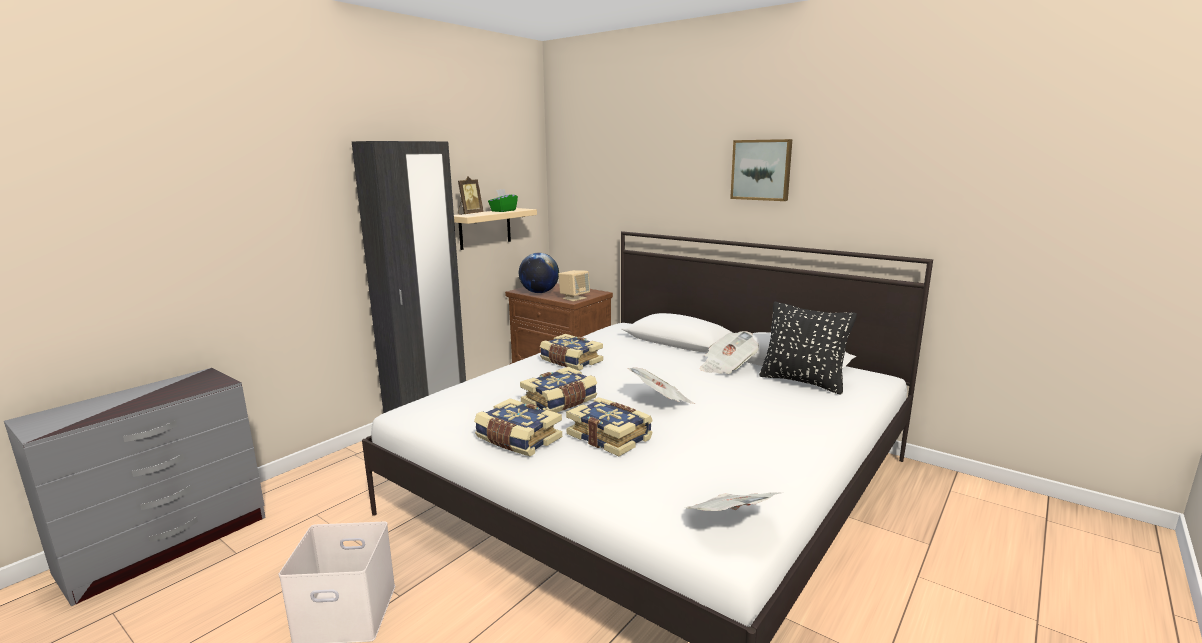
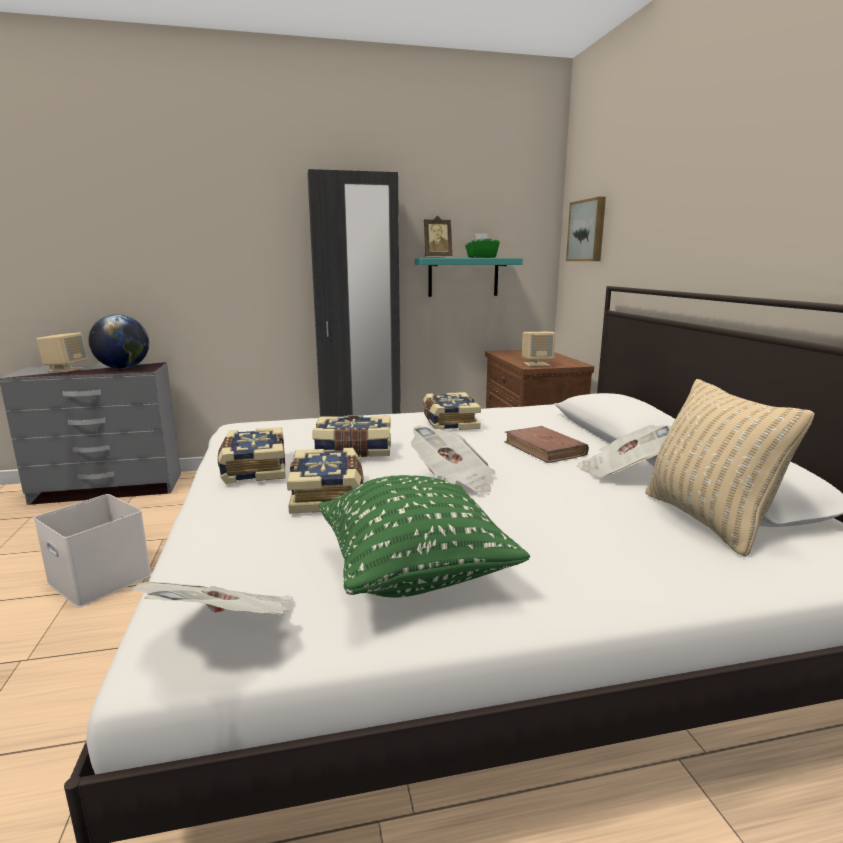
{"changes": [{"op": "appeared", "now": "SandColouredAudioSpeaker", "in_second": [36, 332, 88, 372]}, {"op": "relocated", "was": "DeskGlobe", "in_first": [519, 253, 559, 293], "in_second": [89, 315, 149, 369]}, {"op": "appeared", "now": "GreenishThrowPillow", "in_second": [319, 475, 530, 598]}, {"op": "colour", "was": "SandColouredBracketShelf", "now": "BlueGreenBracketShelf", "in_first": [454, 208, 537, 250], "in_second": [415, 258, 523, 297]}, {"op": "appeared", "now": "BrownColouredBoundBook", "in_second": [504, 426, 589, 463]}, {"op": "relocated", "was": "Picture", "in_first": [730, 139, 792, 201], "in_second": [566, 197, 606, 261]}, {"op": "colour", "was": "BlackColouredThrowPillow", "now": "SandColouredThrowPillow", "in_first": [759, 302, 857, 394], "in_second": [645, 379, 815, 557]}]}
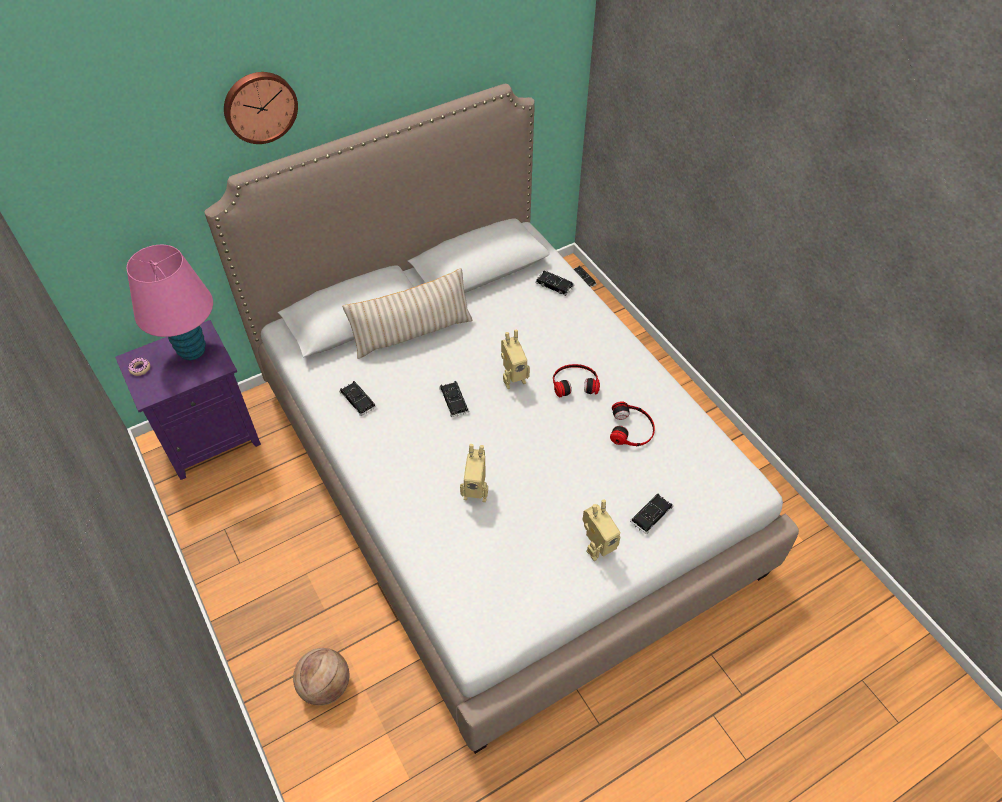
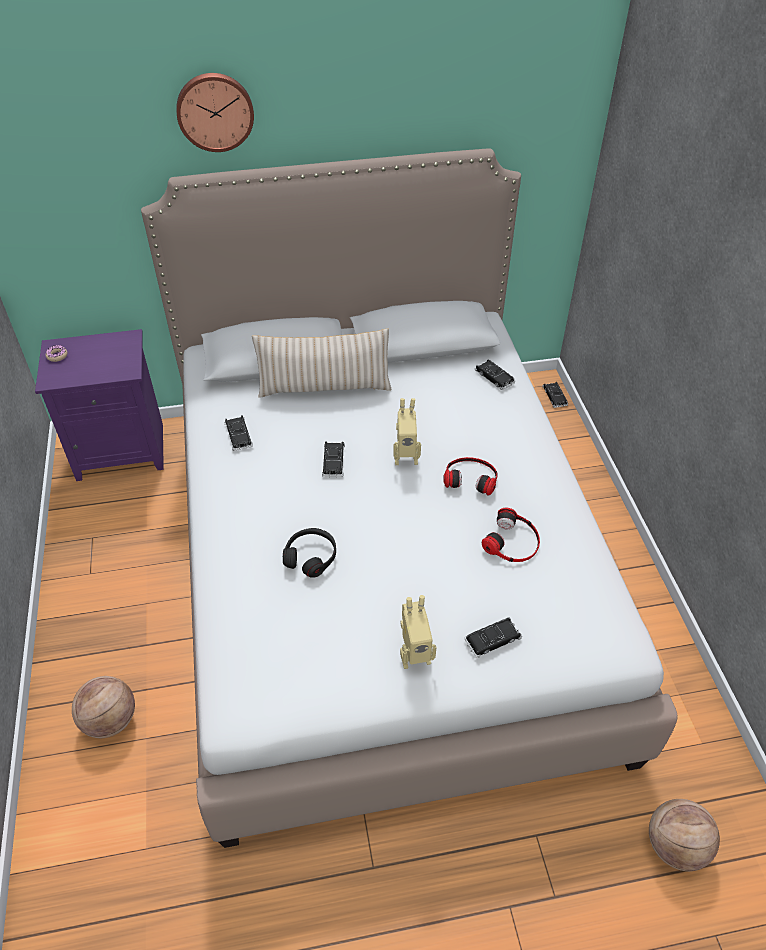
{"changes": [{"op": "exchanged", "was": "ModelRobot", "now": "BlackColouredHeadset", "in_first": [460, 444, 488, 502], "in_second": [283, 528, 336, 578]}, {"op": "appeared", "now": "Basketball", "in_second": [649, 799, 720, 871]}, {"op": "missing", "was": "PinkTabletopLamp", "in_first": [126, 245, 213, 360]}]}
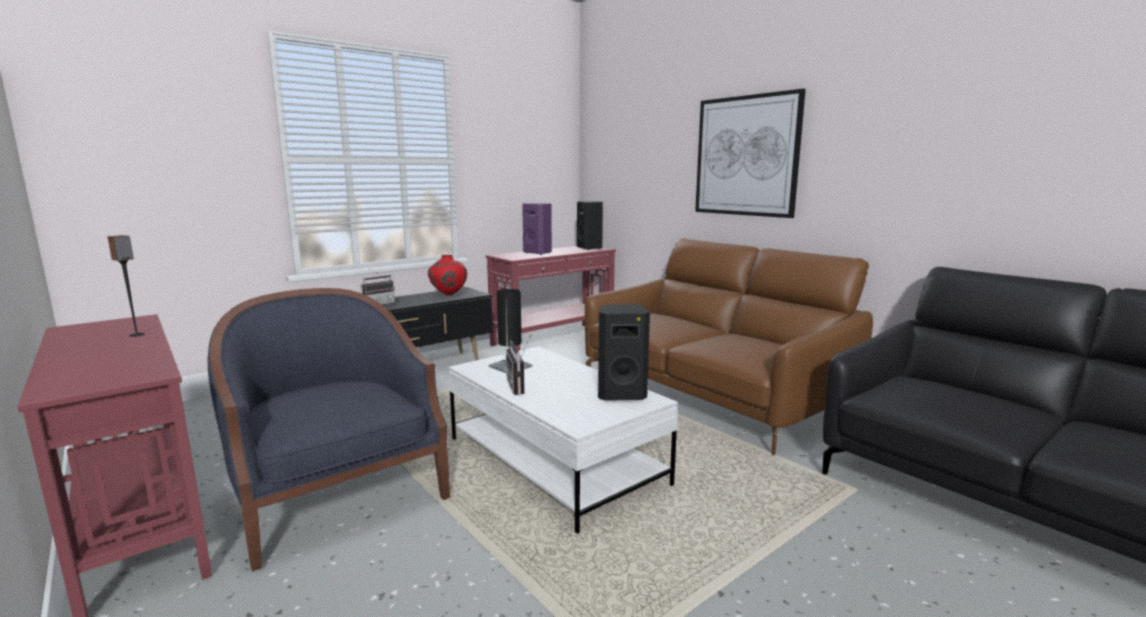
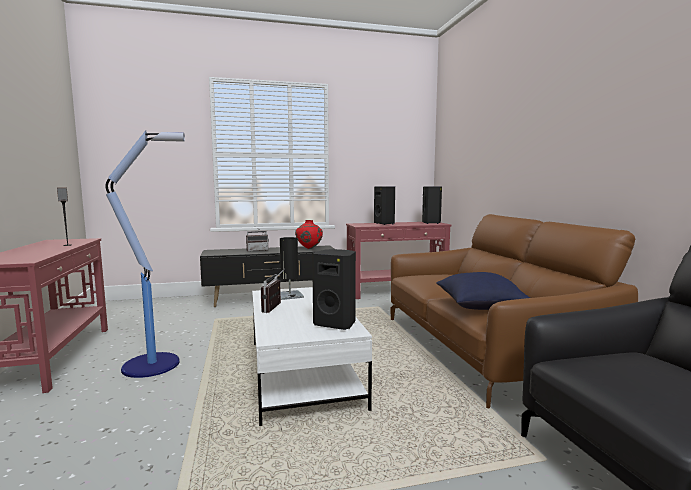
{"changes": [{"op": "exchanged", "was": "BlueEasyChair", "now": "StandingLamp", "in_first": [208, 288, 450, 571], "in_second": [105, 130, 185, 378]}, {"op": "colour", "was": "PurplishAudioSpeaker", "now": "BlackColouredAudioSpeaker", "in_first": [522, 203, 552, 255], "in_second": [374, 187, 395, 225]}, {"op": "appeared", "now": "BlueThrowPillow", "in_second": [436, 272, 530, 310]}, {"op": "missing", "was": "Picture", "in_first": [695, 89, 806, 218]}]}
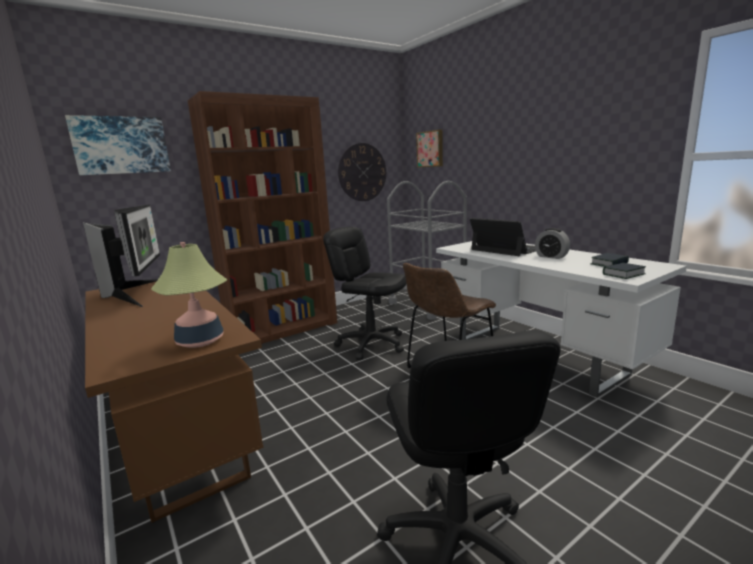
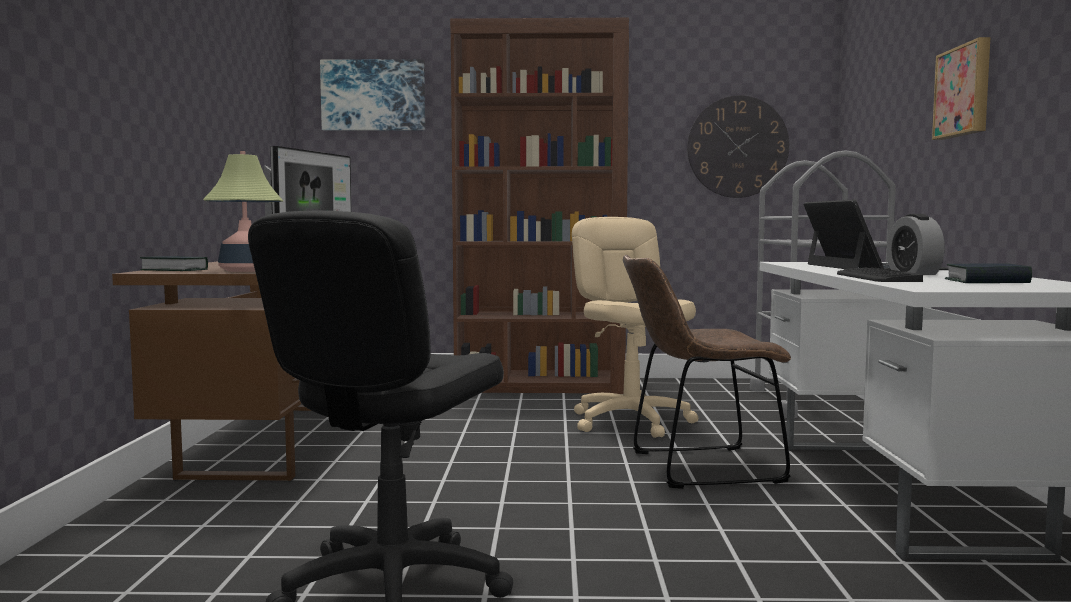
{"changes": [{"op": "relocated", "was": "BoundBook", "in_first": [603, 263, 646, 279], "in_second": [140, 256, 208, 271]}, {"op": "colour", "was": "BlackColouredOfficeChair", "now": "SandColouredOfficeChair", "in_first": [323, 227, 406, 360], "in_second": [572, 217, 698, 438]}, {"op": "appeared", "now": "ComputerKeyboard", "in_second": [837, 267, 923, 282]}, {"op": "relocated", "was": "Picture", "in_first": [416, 130, 443, 167], "in_second": [932, 37, 990, 140]}]}
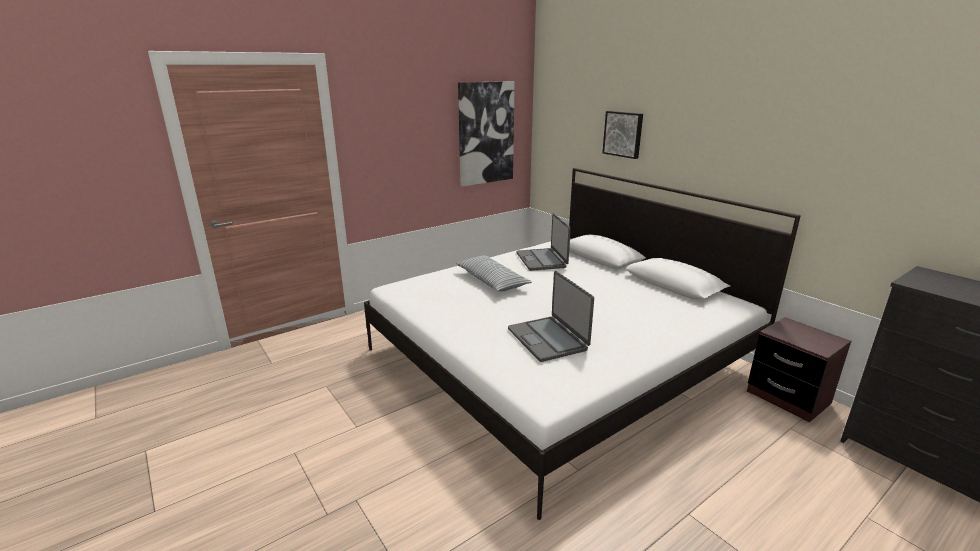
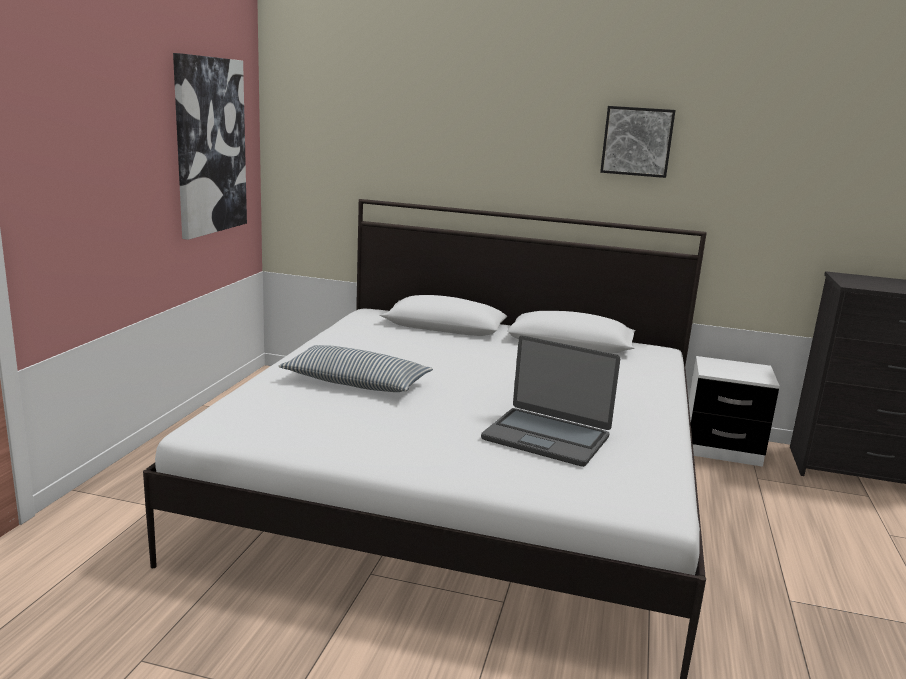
{"changes": [{"op": "relocated", "was": "Picture", "in_first": [602, 111, 643, 159], "in_second": [600, 106, 675, 178]}, {"op": "colour", "was": "BrownColouredNightTable", "now": "WhiteColouredNightTable", "in_first": [747, 317, 851, 422], "in_second": [689, 356, 780, 467]}, {"op": "missing", "was": "PortableComputer", "in_first": [517, 213, 571, 271]}]}
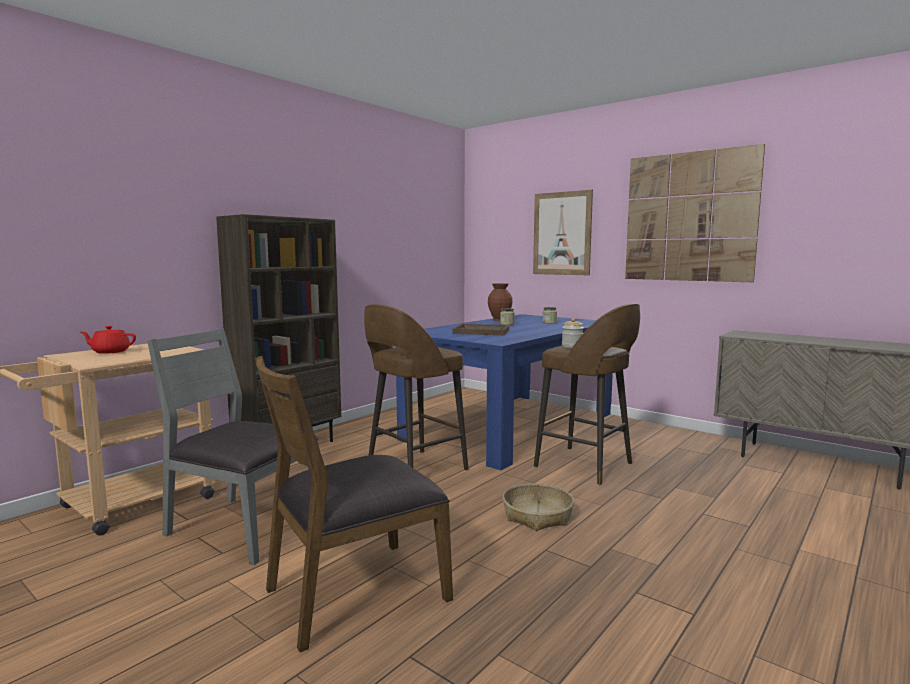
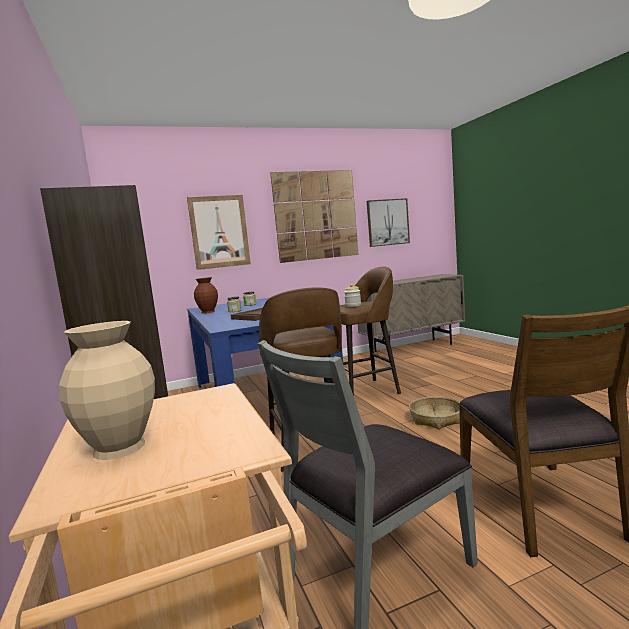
{"changes": [{"op": "exchanged", "was": "RedColouredTeaPot", "now": "SandColouredFlowerVase", "in_first": [81, 326, 136, 354], "in_second": [59, 321, 155, 460]}, {"op": "appeared", "now": "Picture", "in_second": [367, 198, 410, 247]}]}
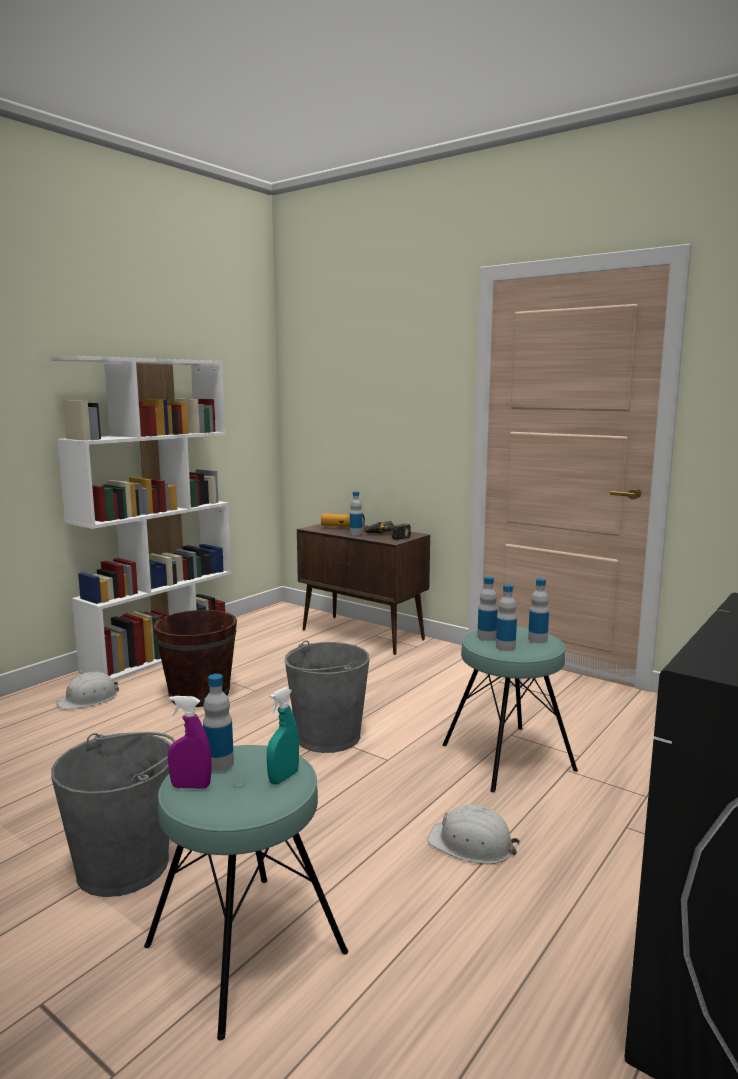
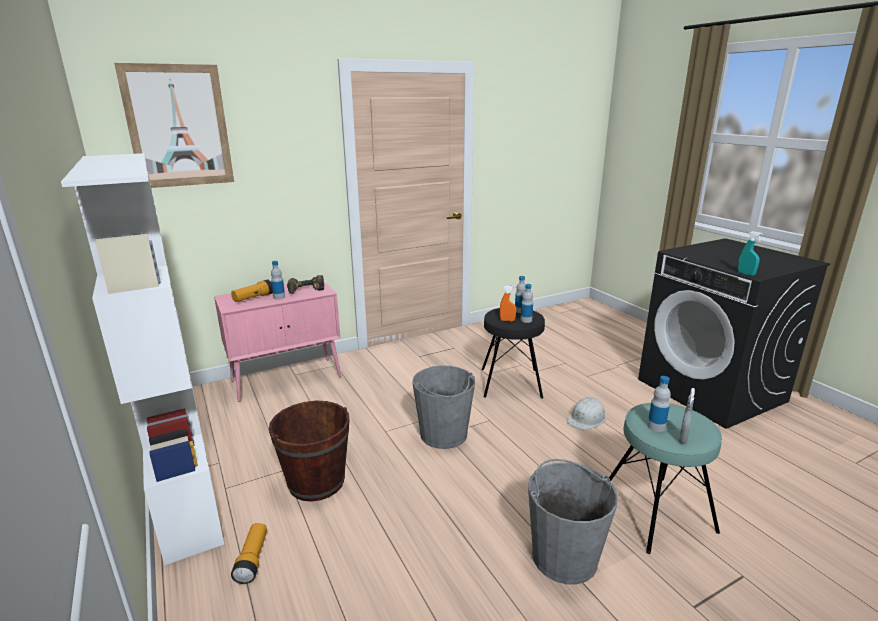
{"changes": [{"op": "appeared", "now": "Picture", "in_second": [114, 63, 234, 188]}, {"op": "colour", "was": "BrownColouredCupboard", "now": "PinkCupboard", "in_first": [297, 524, 430, 655], "in_second": [214, 281, 341, 402]}, {"op": "exchanged", "was": "WhiteColouredWorkHelmet", "now": "Torch", "in_first": [56, 670, 119, 710], "in_second": [231, 523, 267, 584]}, {"op": "colour", "was": "BlueGreenSittingStool", "now": "BlackColouredSittingStool", "in_first": [442, 626, 578, 792], "in_second": [482, 308, 545, 399]}, {"op": "exchanged", "was": "BeverageBottle", "now": "OrangeyHandSprayer", "in_first": [477, 576, 498, 641], "in_second": [500, 285, 516, 322]}, {"op": "colour", "was": "PurplishHandSprayer", "now": "GreyishHandSprayer", "in_first": [168, 696, 211, 789], "in_second": [679, 388, 695, 444]}, {"op": "relocated", "was": "BlueGreenHandSprayer", "in_first": [267, 687, 299, 785], "in_second": [738, 231, 763, 276]}]}
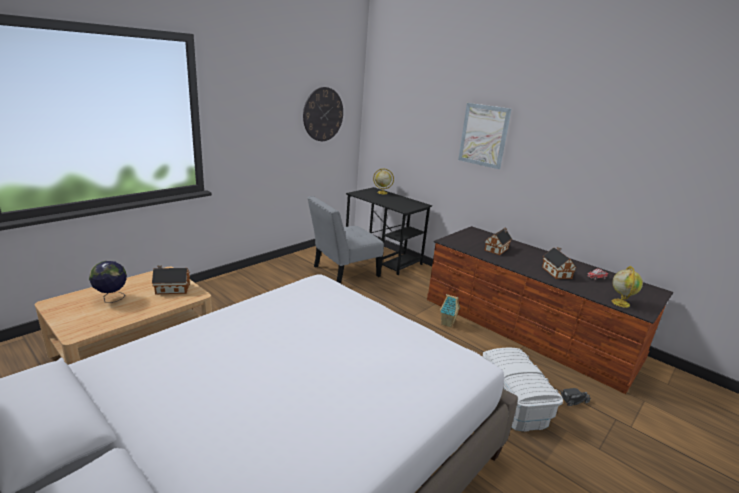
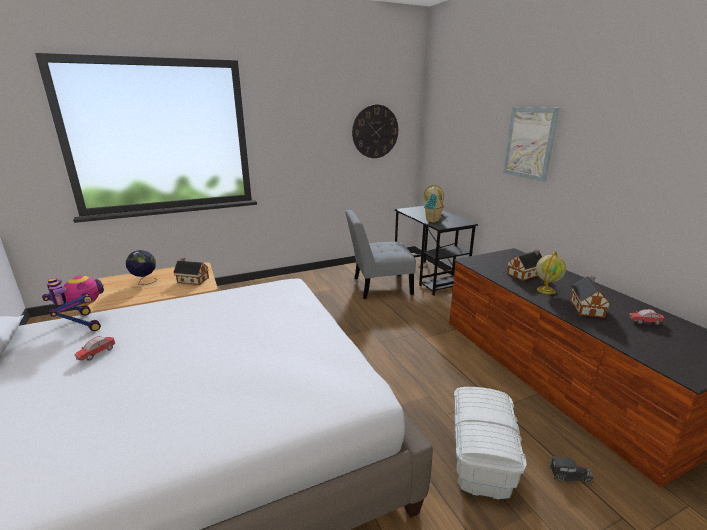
{"changes": [{"op": "appeared", "now": "ModelRobot", "in_second": [42, 276, 104, 331]}, {"op": "appeared", "now": "MiniatureCar", "in_second": [74, 336, 115, 361]}, {"op": "relocated", "was": "MiniatureHouse", "in_first": [440, 294, 460, 328], "in_second": [424, 193, 444, 223]}, {"op": "relocated", "was": "DeskGlobe", "in_first": [612, 266, 643, 308], "in_second": [536, 251, 566, 294]}]}
